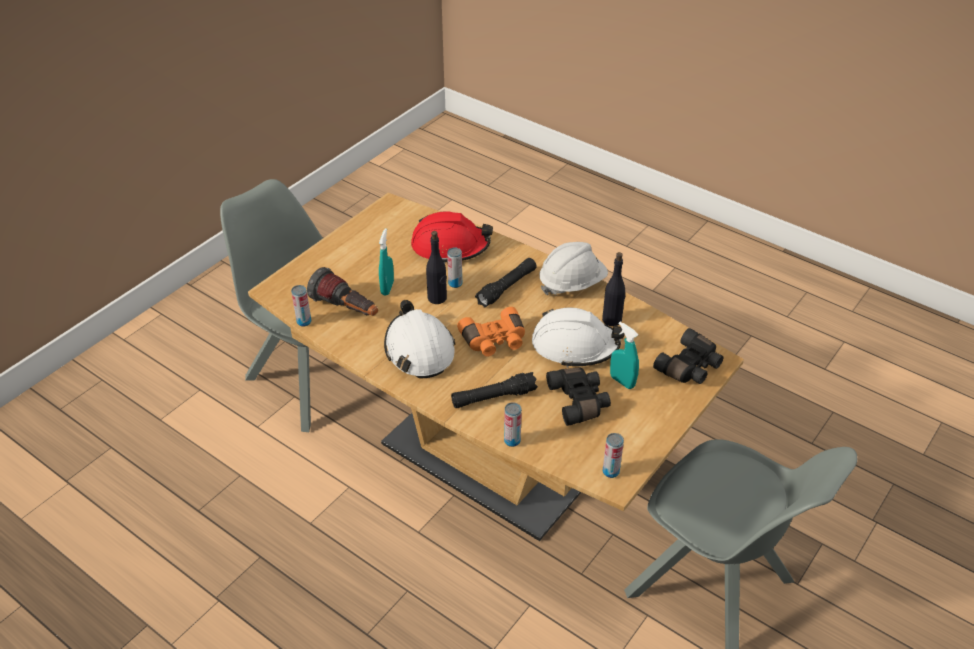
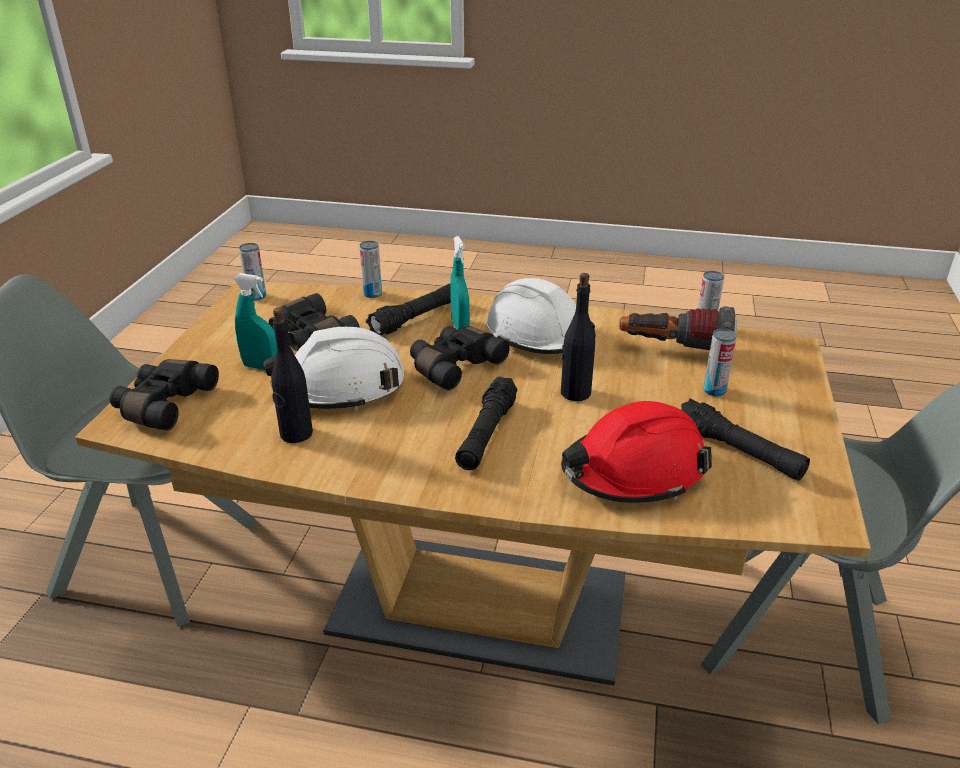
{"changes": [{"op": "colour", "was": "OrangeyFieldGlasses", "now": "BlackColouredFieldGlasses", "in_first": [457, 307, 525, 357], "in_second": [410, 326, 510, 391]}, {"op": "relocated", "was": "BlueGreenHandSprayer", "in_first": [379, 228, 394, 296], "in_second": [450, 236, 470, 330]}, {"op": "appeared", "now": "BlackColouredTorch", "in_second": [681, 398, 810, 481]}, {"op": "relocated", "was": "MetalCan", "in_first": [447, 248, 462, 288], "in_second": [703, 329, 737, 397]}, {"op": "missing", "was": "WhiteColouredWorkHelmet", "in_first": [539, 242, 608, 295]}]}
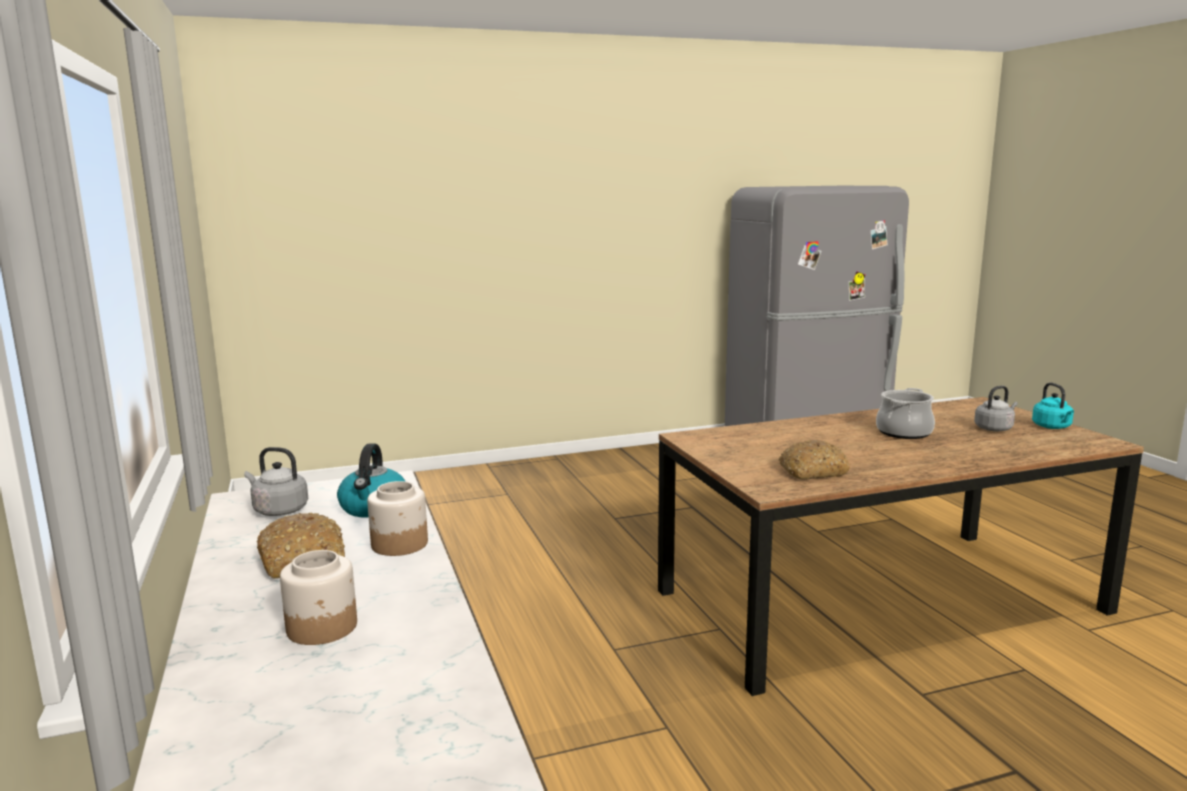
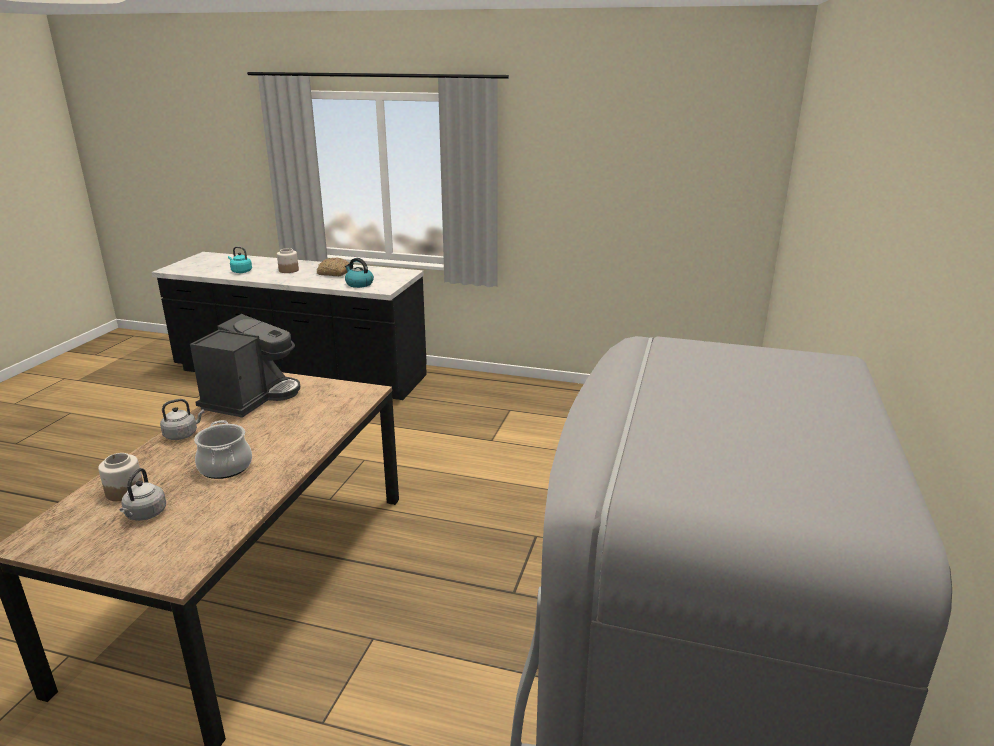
{"changes": [{"op": "relocated", "was": "StorageJar", "in_first": [367, 481, 428, 556], "in_second": [98, 453, 143, 501]}, {"op": "relocated", "was": "GreyishWaterKettle", "in_first": [244, 447, 308, 516], "in_second": [160, 399, 204, 440]}, {"op": "exchanged", "was": "BakedBread", "now": "CoffeeMaker", "in_first": [779, 440, 850, 480], "in_second": [190, 314, 300, 418]}, {"op": "relocated", "was": "BlueGreenWaterKettle", "in_first": [1032, 383, 1074, 429], "in_second": [228, 247, 252, 273]}]}
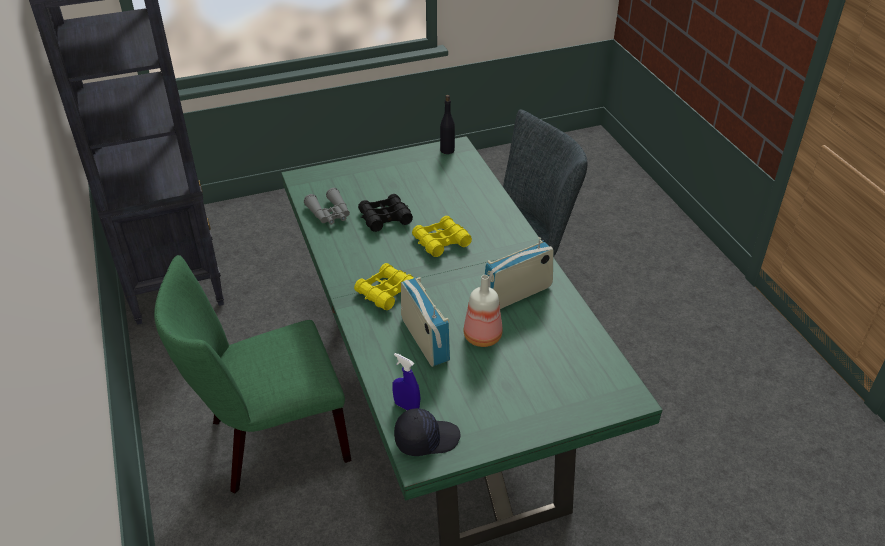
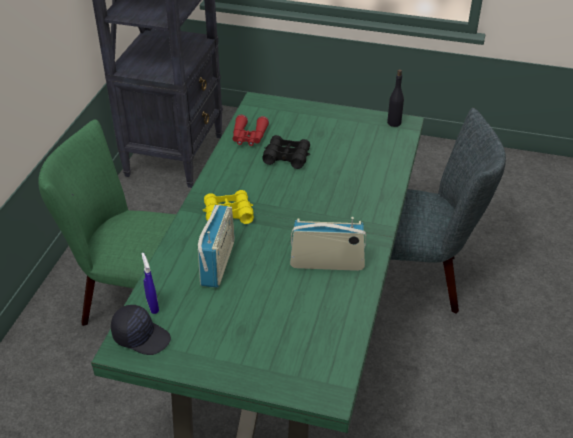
{"changes": [{"op": "colour", "was": "GreyishFieldGlasses", "now": "RedColouredFieldGlasses", "in_first": [304, 188, 350, 225], "in_second": [233, 115, 269, 146]}, {"op": "missing", "was": "YellowColouredFieldGlasses", "in_first": [412, 216, 472, 257]}, {"op": "missing", "was": "BeverageBottle", "in_first": [464, 275, 503, 347]}]}
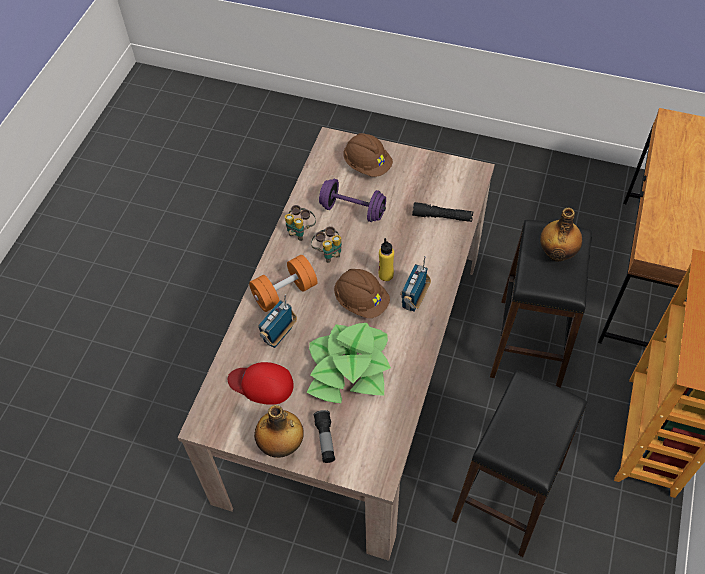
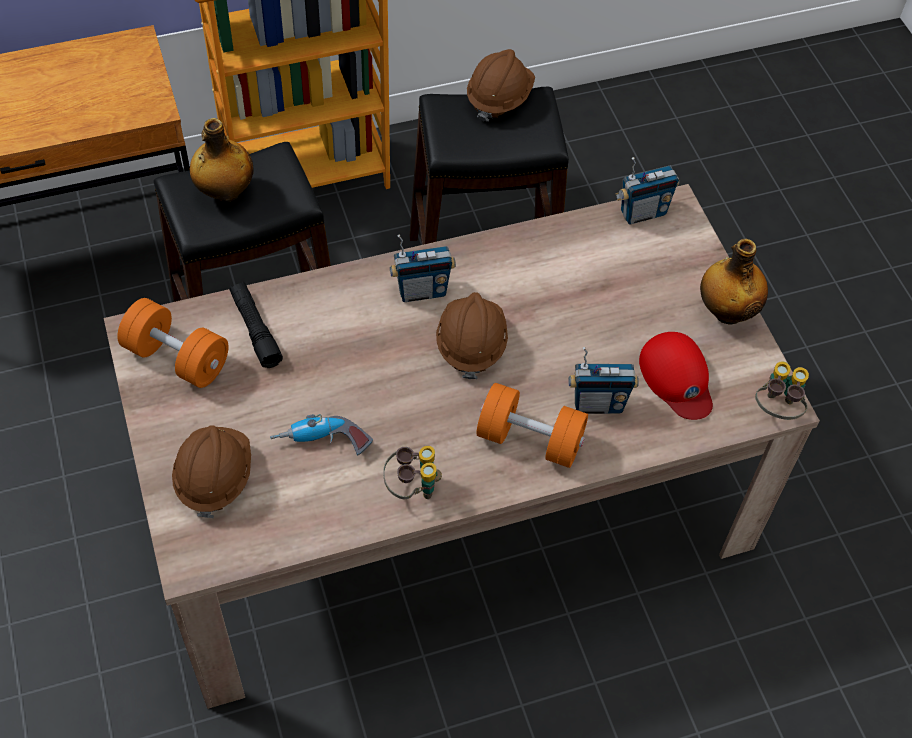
{"changes": [{"op": "appeared", "now": "OrangeyDumbbell", "in_second": [117, 298, 229, 388]}, {"op": "exchanged", "was": "PurplishDumbbell", "now": "PowerDrill", "in_first": [319, 179, 386, 222], "in_second": [270, 414, 373, 455]}, {"op": "appeared", "now": "BrownColouredWorkHelmet", "in_second": [467, 49, 535, 122]}, {"op": "appeared", "now": "RadioSet", "in_second": [615, 157, 679, 225]}, {"op": "relocated", "was": "FieldGlasses", "in_first": [311, 226, 342, 263], "in_second": [755, 361, 809, 420]}, {"op": "missing", "was": "Houseplant", "in_first": [307, 323, 391, 403]}, {"op": "missing", "was": "Torch", "in_first": [314, 410, 335, 463]}, {"op": "missing", "was": "YellowColouredBeverageBottle", "in_first": [378, 238, 394, 281]}]}
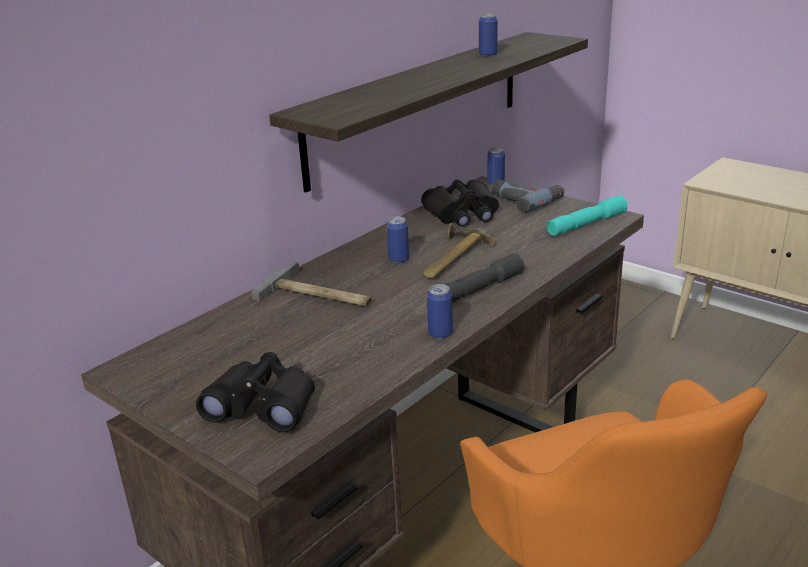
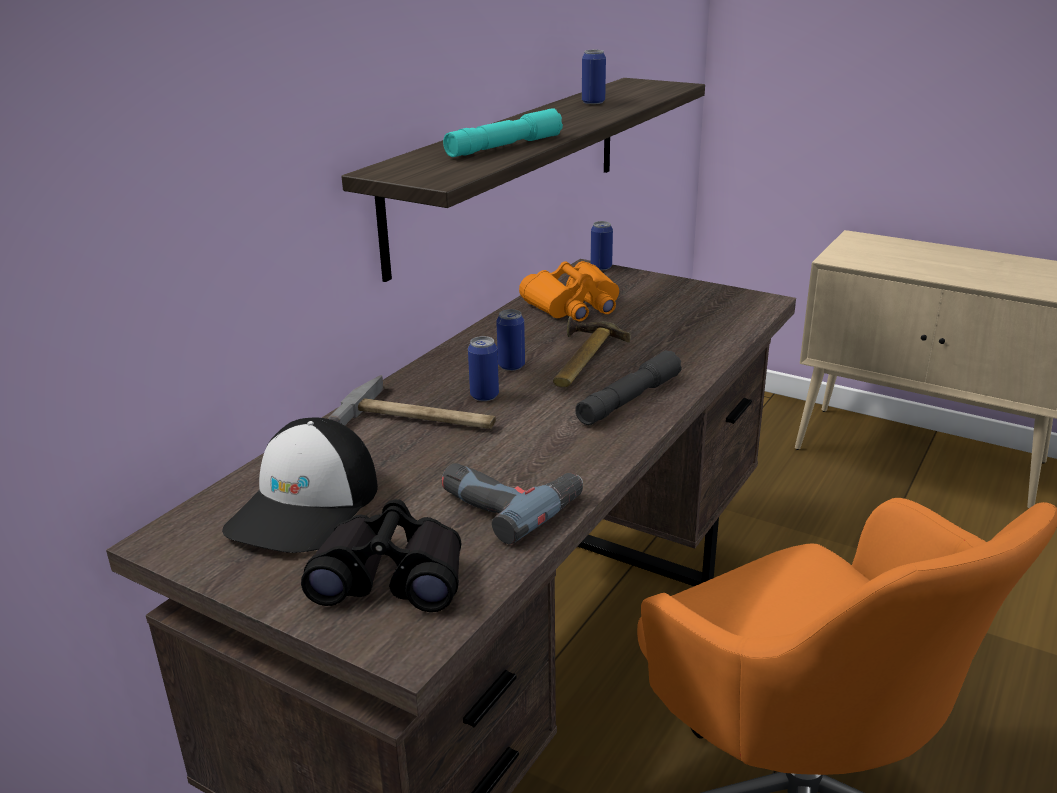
{"changes": [{"op": "appeared", "now": "Cap", "in_second": [222, 418, 378, 553]}, {"op": "relocated", "was": "PowerDrill", "in_first": [491, 179, 565, 213], "in_second": [441, 463, 583, 545]}, {"op": "relocated", "was": "BlueGreenTorch", "in_first": [547, 195, 628, 236], "in_second": [443, 108, 563, 157]}, {"op": "relocated", "was": "MetalCan", "in_first": [427, 284, 453, 339], "in_second": [468, 336, 499, 401]}, {"op": "colour", "was": "BlackColouredFieldGlasses", "now": "OrangeyFieldGlasses", "in_first": [421, 179, 499, 227], "in_second": [519, 261, 619, 321]}]}
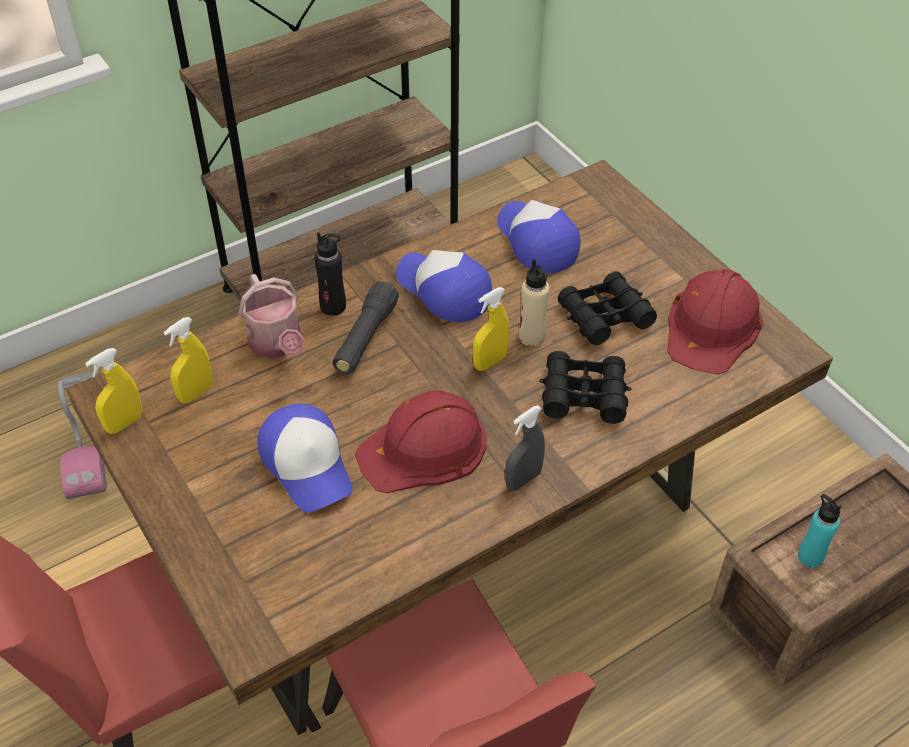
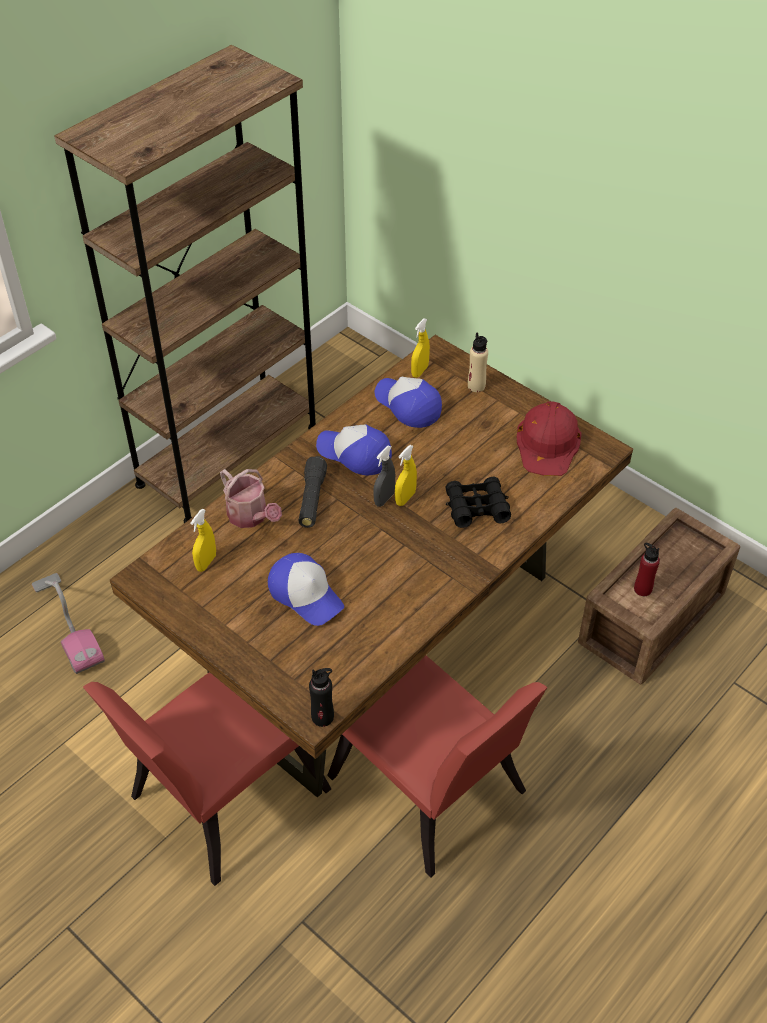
{"changes": [{"op": "relocated", "was": "BlackColouredBeverageBottle", "in_first": [314, 232, 346, 316], "in_second": [309, 668, 334, 727]}, {"op": "relocated", "was": "GreyishHandSprayer", "in_first": [505, 405, 545, 491], "in_second": [373, 445, 395, 507]}, {"op": "relocated", "was": "YellowColouredHandSprayer", "in_first": [85, 348, 142, 434], "in_second": [411, 318, 430, 378]}, {"op": "relocated", "was": "SandColouredBeverageBottle", "in_first": [519, 259, 550, 346], "in_second": [468, 332, 488, 392]}, {"op": "colour", "was": "BlueGreenBeverageBottle", "now": "RedColouredBeverageBottle", "in_first": [798, 494, 842, 568], "in_second": [634, 543, 660, 596]}, {"op": "missing", "was": "RedColouredWorkHelmet", "in_first": [355, 391, 487, 493]}, {"op": "missing", "was": "BlackColouredFieldGlasses", "in_first": [558, 271, 657, 345]}]}
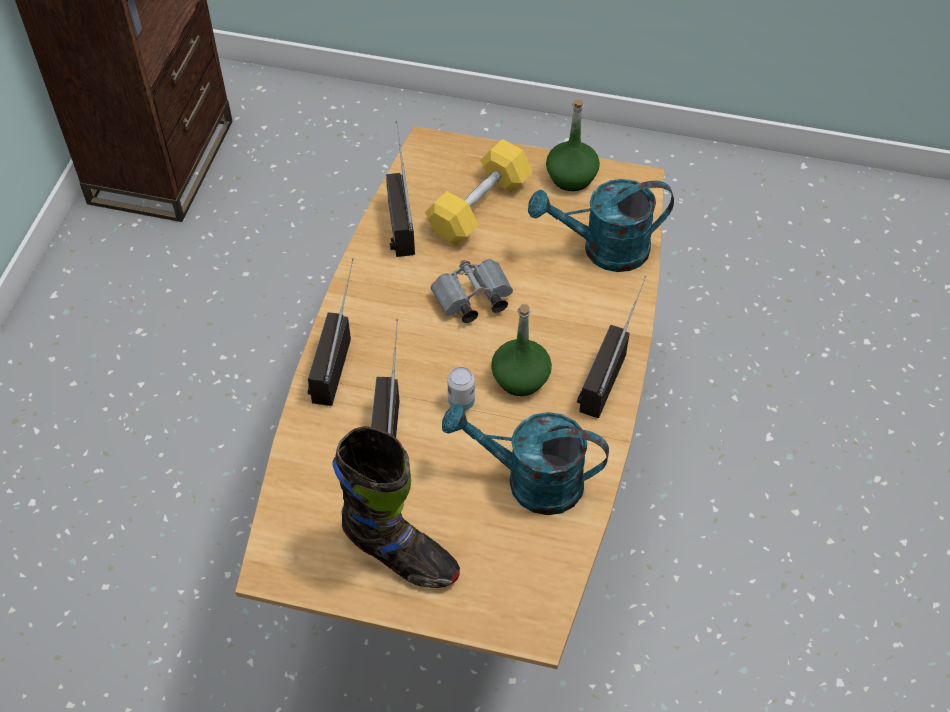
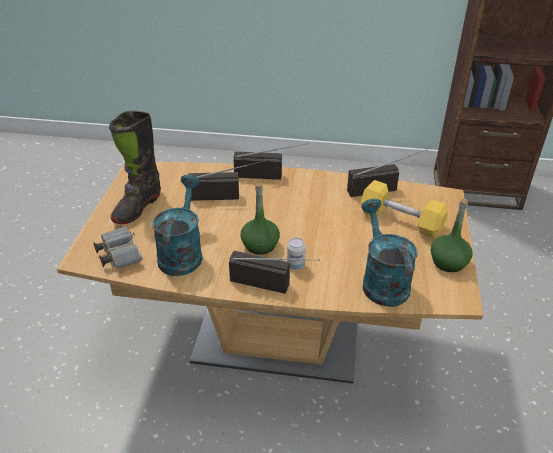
{"changes": [{"op": "relocated", "was": "GreyishFieldGlasses", "in_first": [430, 259, 513, 323], "in_second": [93, 226, 142, 269]}, {"op": "relocated", "was": "MetalCan", "in_first": [447, 367, 475, 411], "in_second": [287, 238, 306, 270]}]}
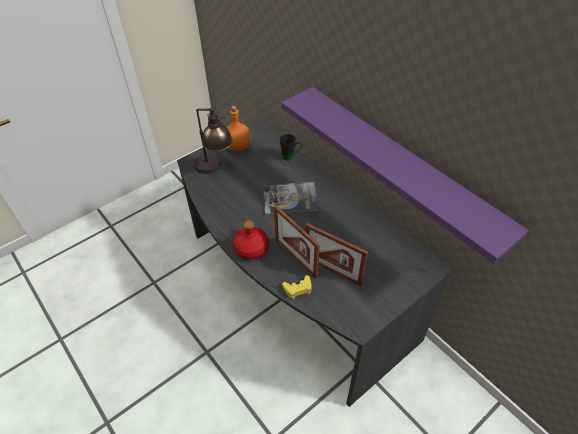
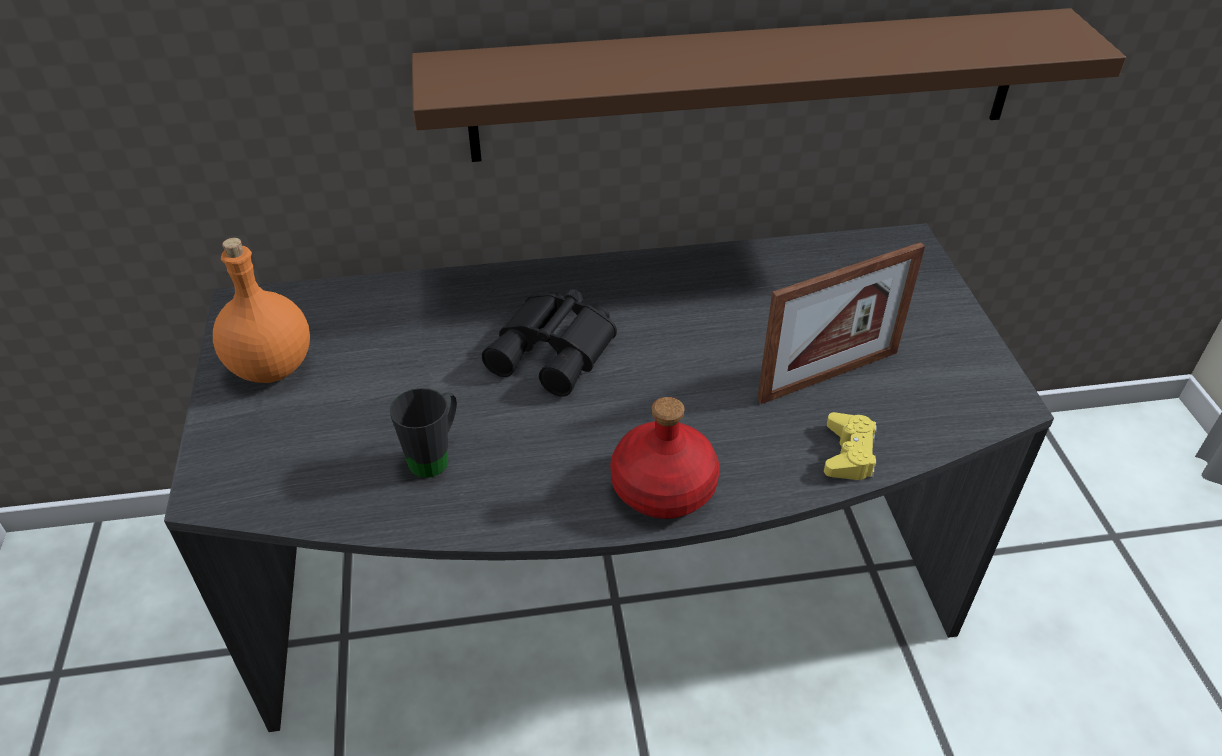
{"changes": [{"op": "relocated", "was": "BlackColouredTeaMug", "in_first": [280, 134, 302, 160], "in_second": [390, 388, 457, 478]}, {"op": "colour", "was": "PurplishBracketShelf", "now": "BrownColouredBracketShelf", "in_first": [282, 87, 529, 264], "in_second": [412, 8, 1126, 162]}, {"op": "exchanged", "was": "BoundBook", "now": "BlackColouredFieldGlasses", "in_first": [263, 181, 319, 215], "in_second": [482, 289, 617, 397]}, {"op": "missing", "was": "TabletopLamp", "in_first": [194, 106, 233, 174]}, {"op": "missing", "was": "StandingFrame", "in_first": [274, 205, 320, 279]}]}
